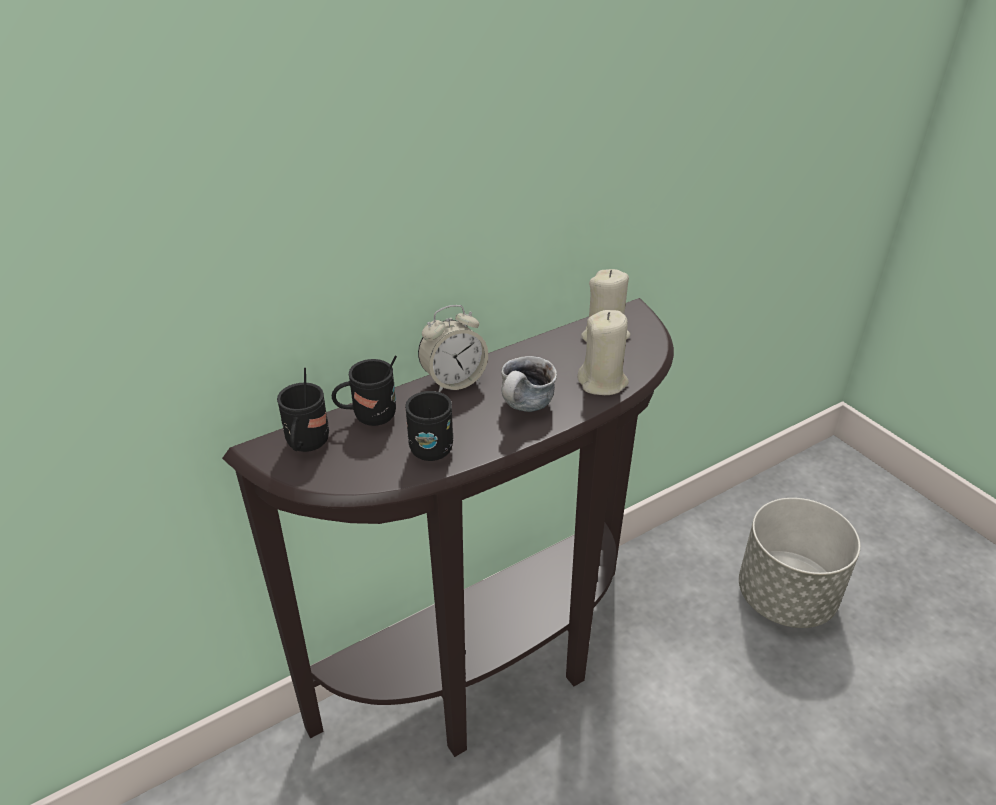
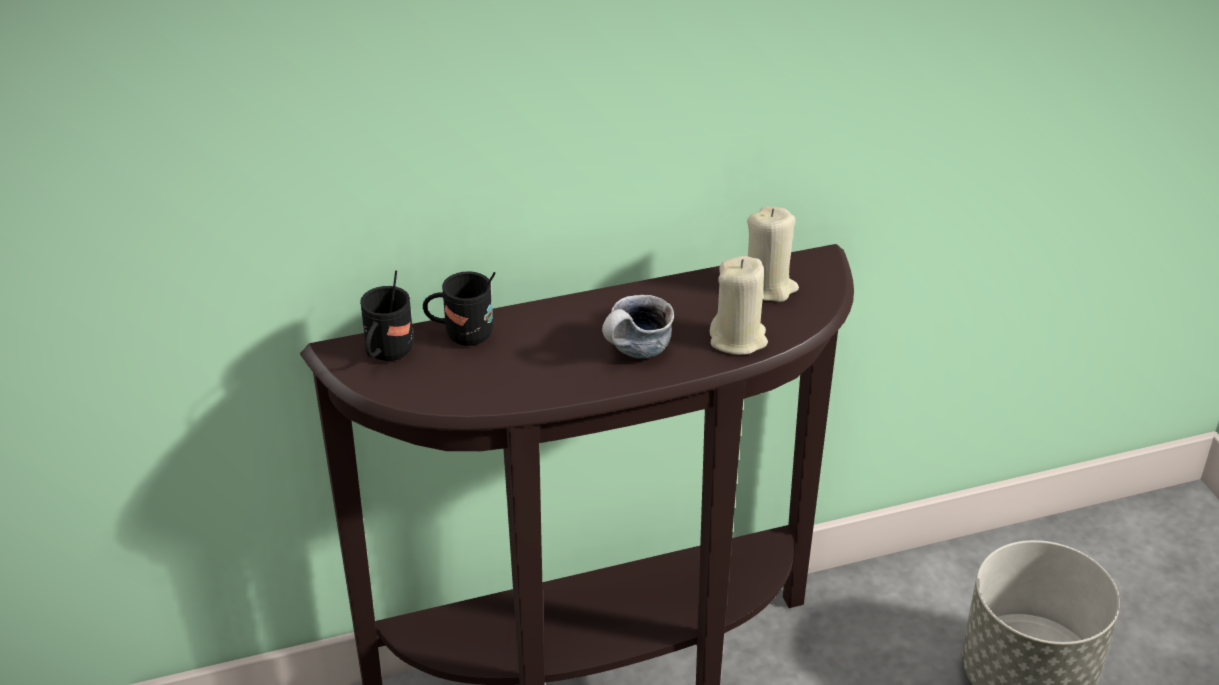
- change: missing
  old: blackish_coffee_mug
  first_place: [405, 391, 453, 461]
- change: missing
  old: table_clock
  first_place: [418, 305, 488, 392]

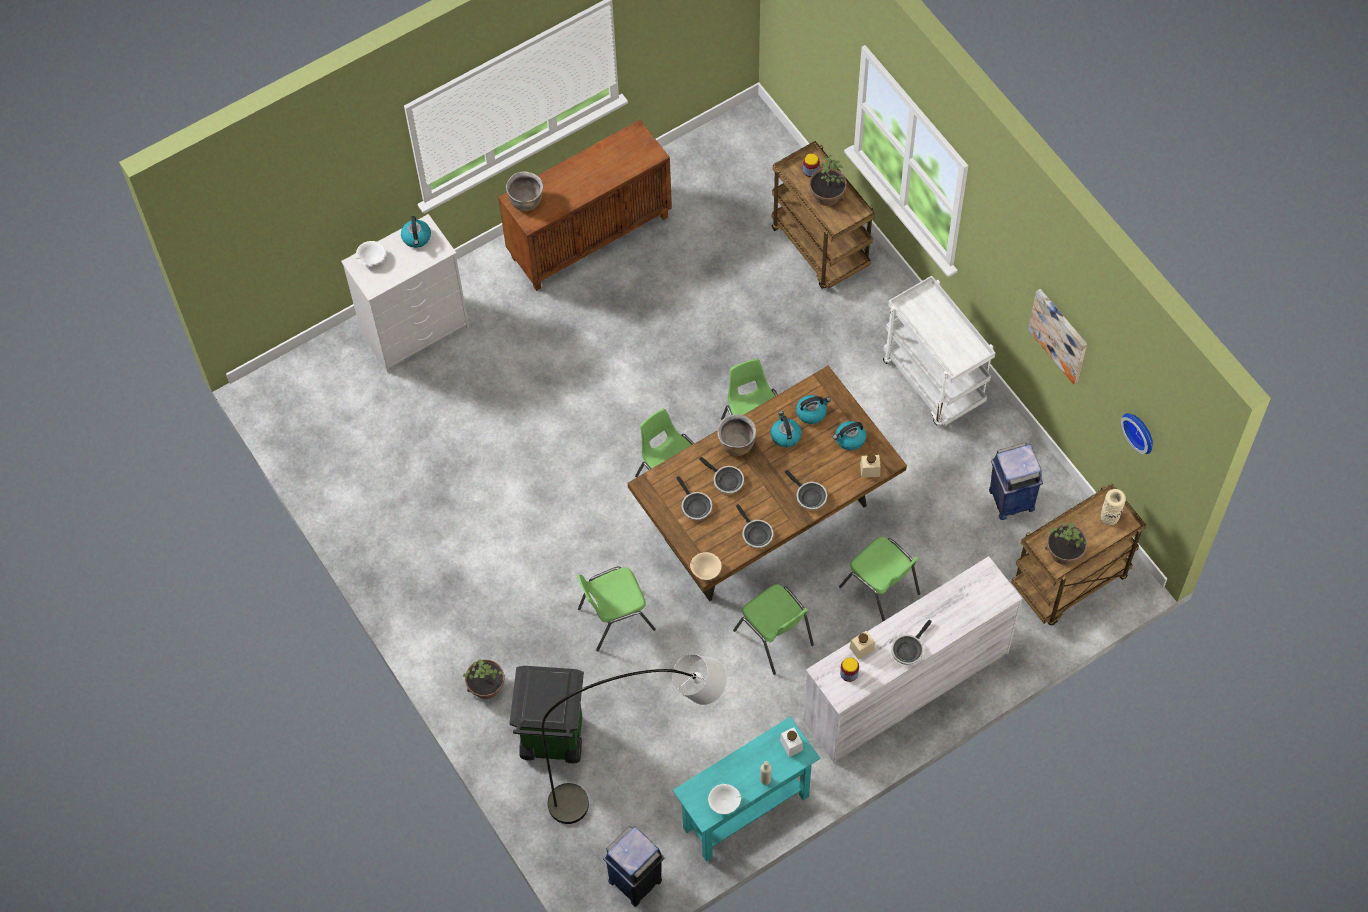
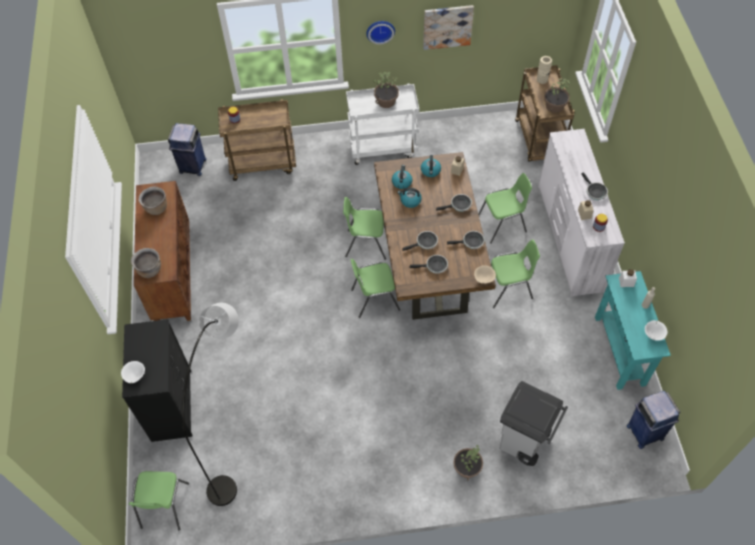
- change: colour
  old: white_dresser
  new: blackish_dresser
  first_place: [341, 214, 469, 373]
  second_place: [122, 319, 193, 442]
- change: relocated
  old: green_plain_chair
  first_place: [577, 566, 656, 652]
  second_place: [129, 471, 189, 530]
- change: relocated
  old: brown_saucepot
  first_place: [718, 414, 756, 456]
  second_place: [139, 187, 167, 215]
- change: relocated
  old: blue_rubbish_bin
  first_place: [989, 443, 1043, 520]
  second_place: [168, 123, 206, 176]
- change: relocated
  old: gray_floor_lamp
  first_place: [542, 654, 727, 824]
  second_place: [182, 303, 239, 506]
- change: relocated
  old: hanging_clock
  first_place: [1121, 413, 1153, 454]
  second_place: [367, 21, 395, 44]
- change: relocated
  old: potted_plant
  first_place: [809, 154, 847, 206]
  second_place: [374, 72, 399, 108]
- change: colour
  old: green_rubbish_bin
  new: gray_rubbish_bin
  first_place: [509, 666, 584, 764]
  second_place: [500, 381, 568, 466]
- change: missing
  old: water_kettle
  first_place: [401, 216, 431, 248]

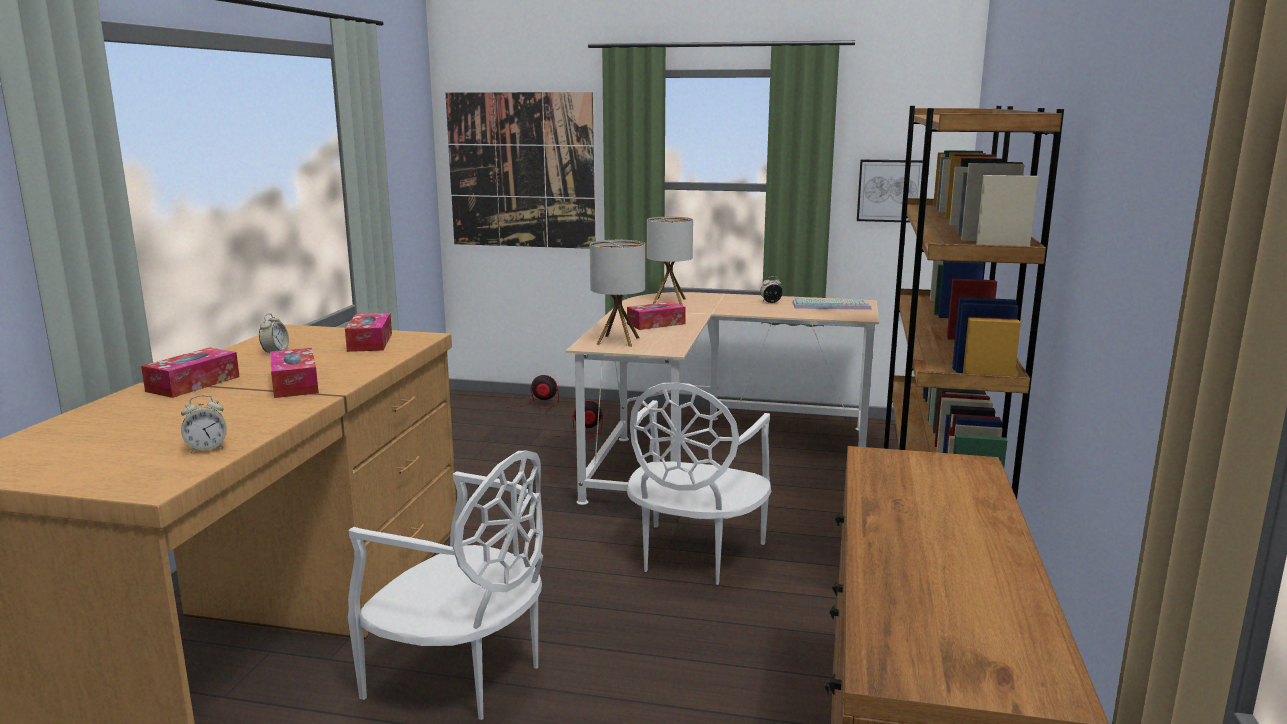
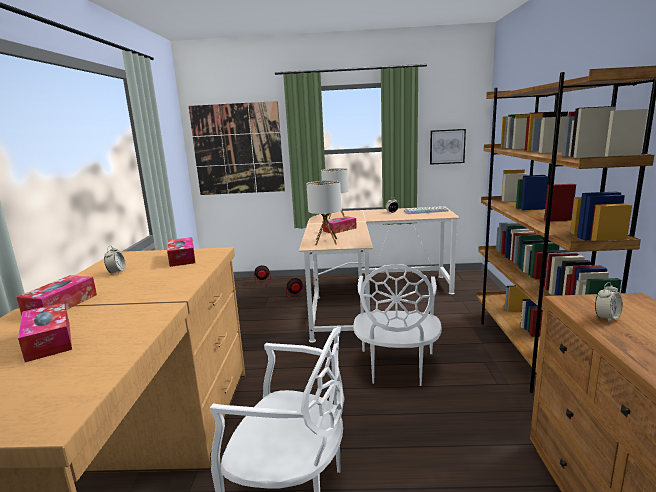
- change: relocated
  old: tissue_holder
  first_place: [270, 348, 319, 398]
  second_place: [18, 302, 72, 362]
- change: relocated
  old: table_clock
  first_place: [181, 395, 227, 453]
  second_place: [595, 282, 623, 323]

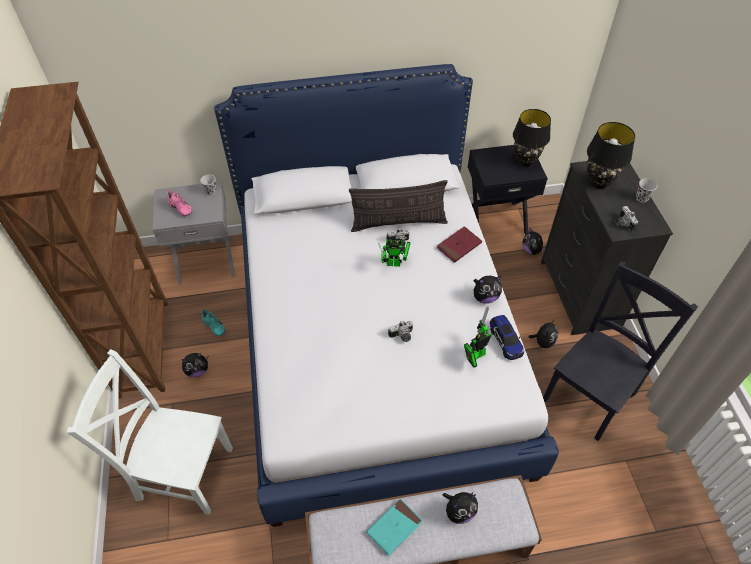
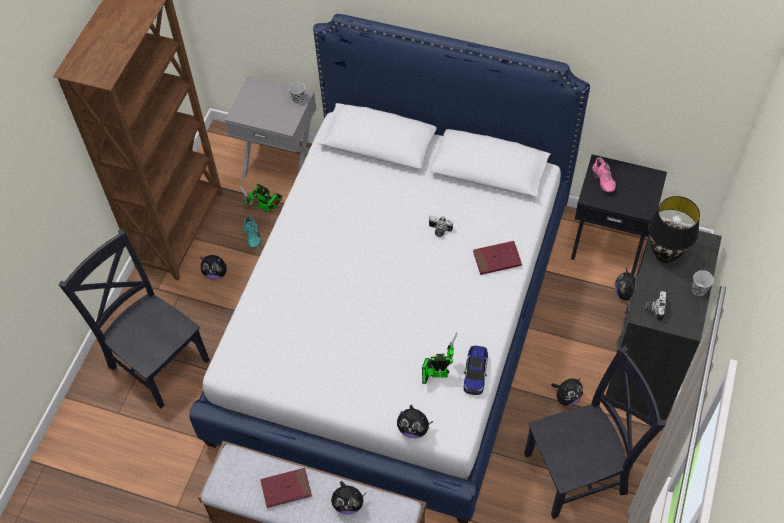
- change: colour
  old: white_plain_chair
  new: blackish_plain_chair
  first_place: [67, 349, 233, 515]
  second_place: [58, 228, 210, 409]
- change: relocated
  old: model_robot
  first_place: [378, 238, 411, 267]
  second_place: [240, 184, 283, 212]
- change: colour
  old: turquoise_book
  new: red_book
  first_place: [366, 498, 423, 556]
  second_place: [260, 468, 312, 508]
- change: relocated
  old: plush_toy
  first_place: [473, 276, 502, 304]
  second_place: [397, 405, 434, 438]
- change: relocated
  old: pink-coloured_item_of_footwear
  first_place: [167, 190, 192, 216]
  second_place: [593, 157, 616, 192]
- change: missing
  old: cushion
  first_place: [349, 180, 448, 232]
- change: missing
  old: still_camera
  first_place: [388, 321, 413, 342]
- change: missing
  old: blackish_lamp_for_a_table
  first_place: [513, 109, 551, 167]

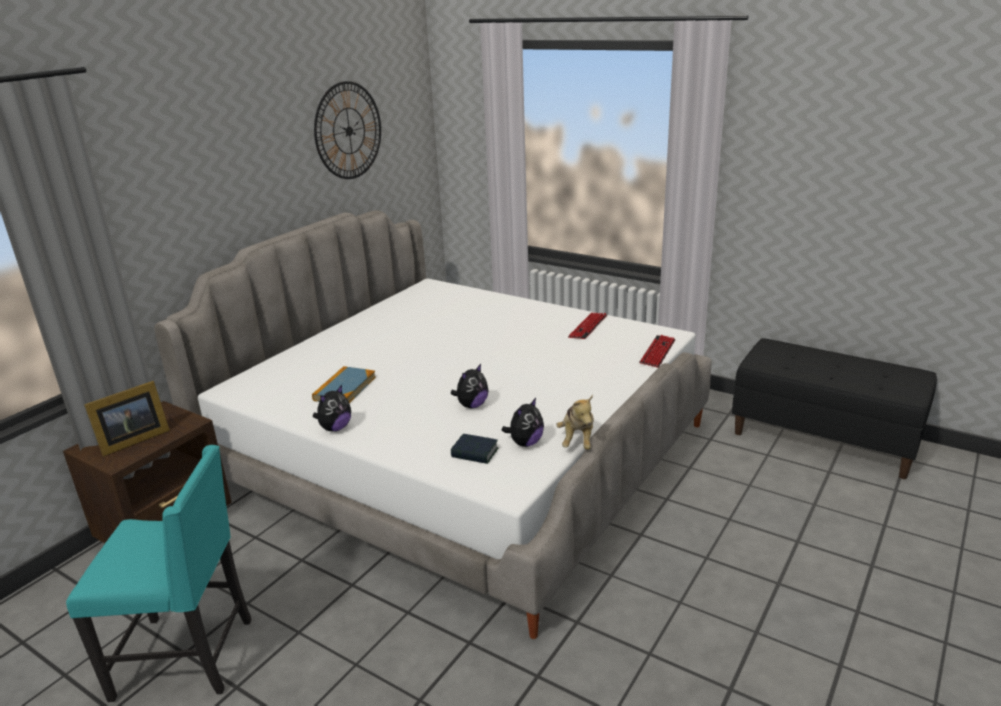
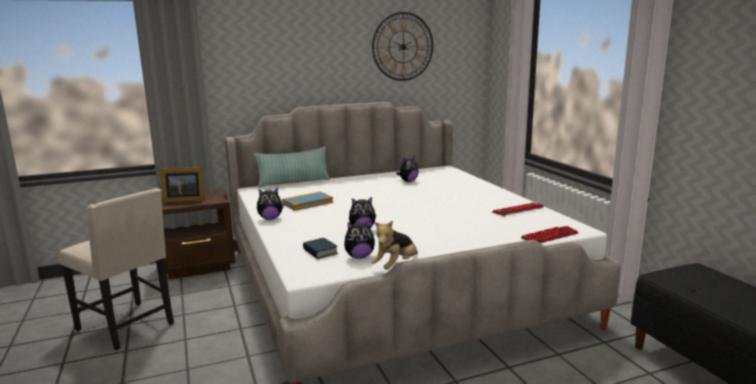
- change: colour
  old: turquoise_plain_chair
  new: beige_plain_chair
  first_place: [66, 445, 252, 702]
  second_place: [58, 188, 174, 350]
- change: appeared
  new: cushion
  second_place: [254, 146, 330, 188]
- change: appeared
  new: plush_toy
  second_place: [396, 156, 419, 182]

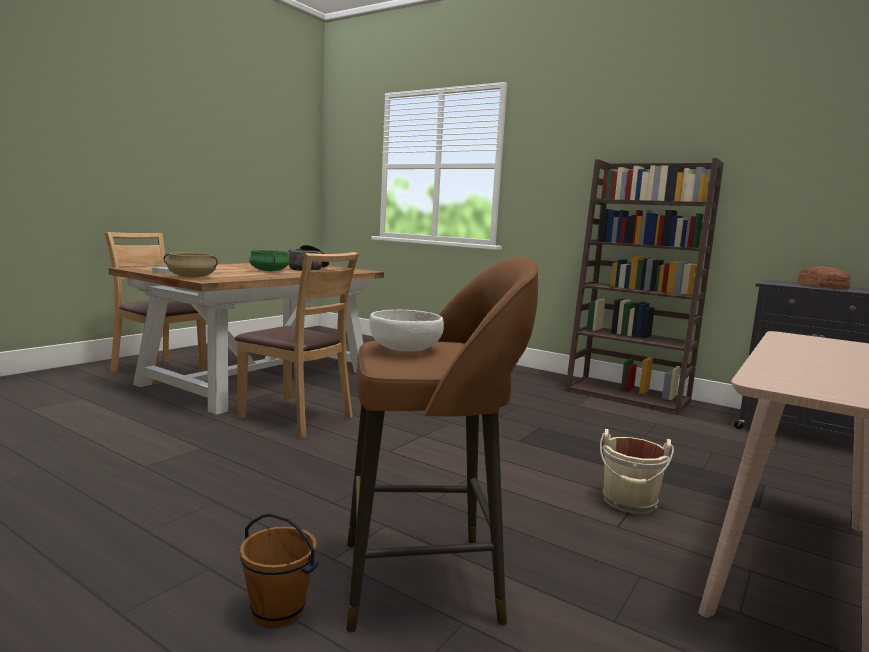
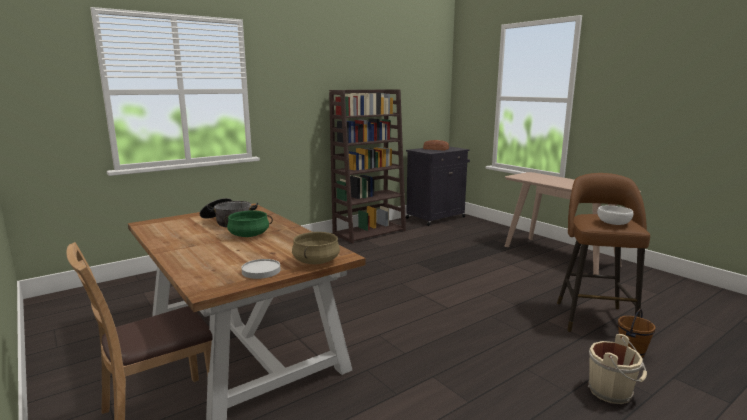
- change: relocated
  old: beige_water_bucket
  first_place: [600, 429, 674, 514]
  second_place: [588, 334, 647, 404]
- change: missing
  old: brown_plain_chair
  first_place: [235, 252, 359, 438]

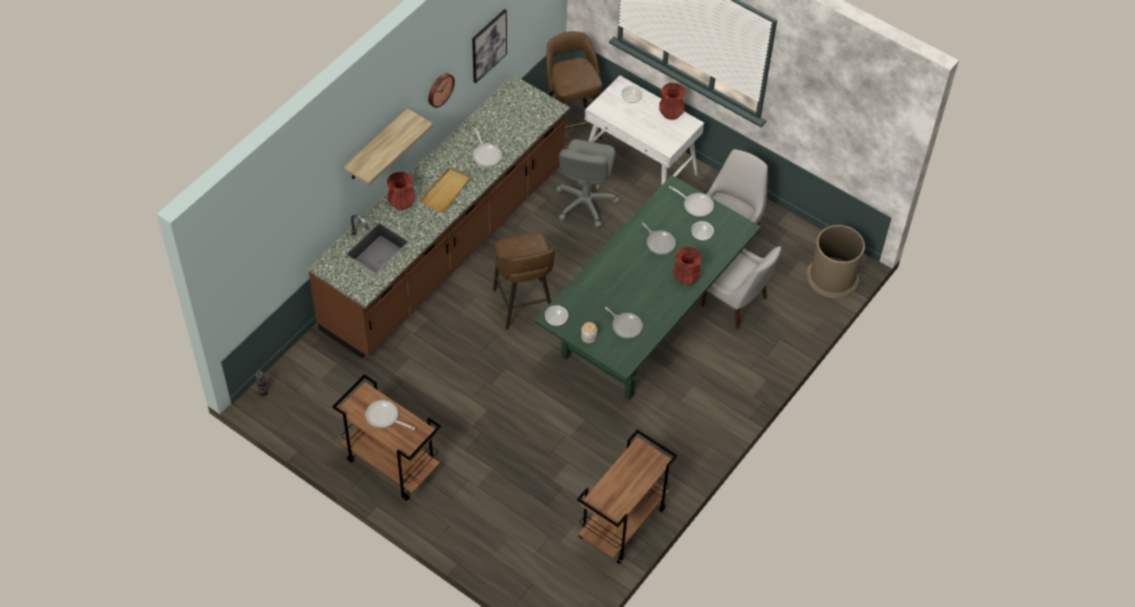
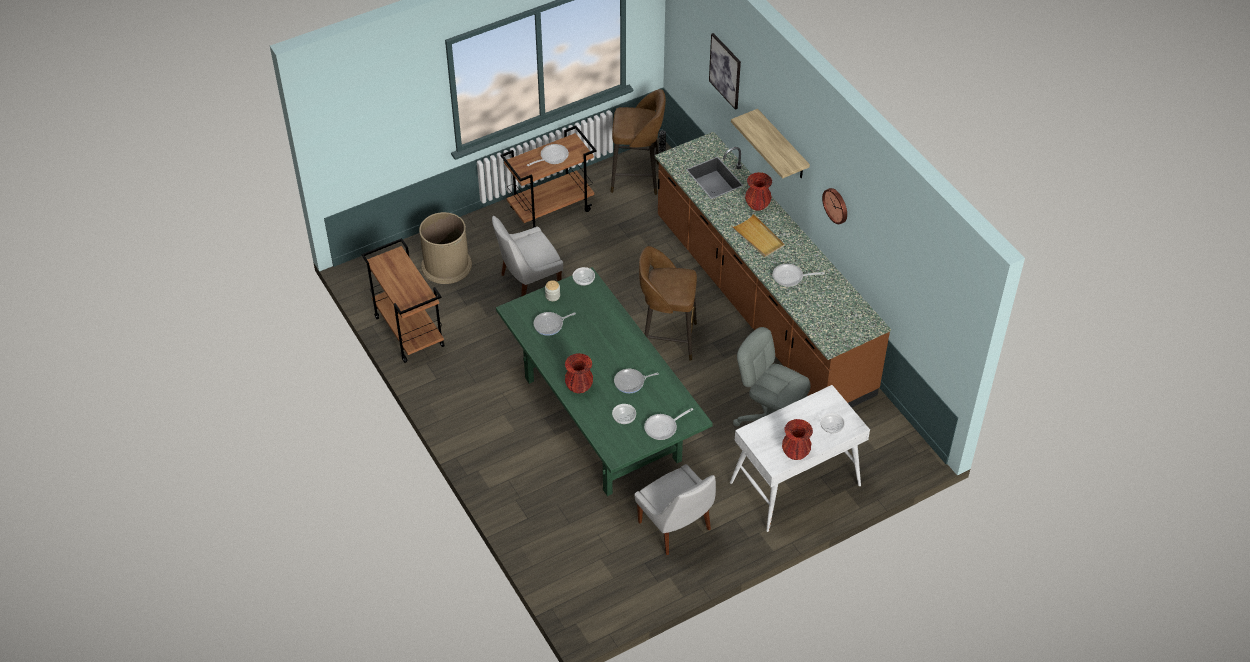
- change: relocated
  old: brown_rubbish_bin
  first_place: [806, 225, 865, 298]
  second_place: [419, 212, 472, 284]
- change: relocated
  old: white_plain_chair
  first_place: [701, 246, 781, 329]
  second_place: [492, 216, 563, 297]
- change: relocated
  old: brown_sitting_stool
  first_place: [546, 31, 602, 140]
  second_place: [611, 89, 666, 195]
- change: relocated
  old: wall_picture
  first_place: [472, 9, 507, 83]
  second_place: [709, 33, 741, 110]

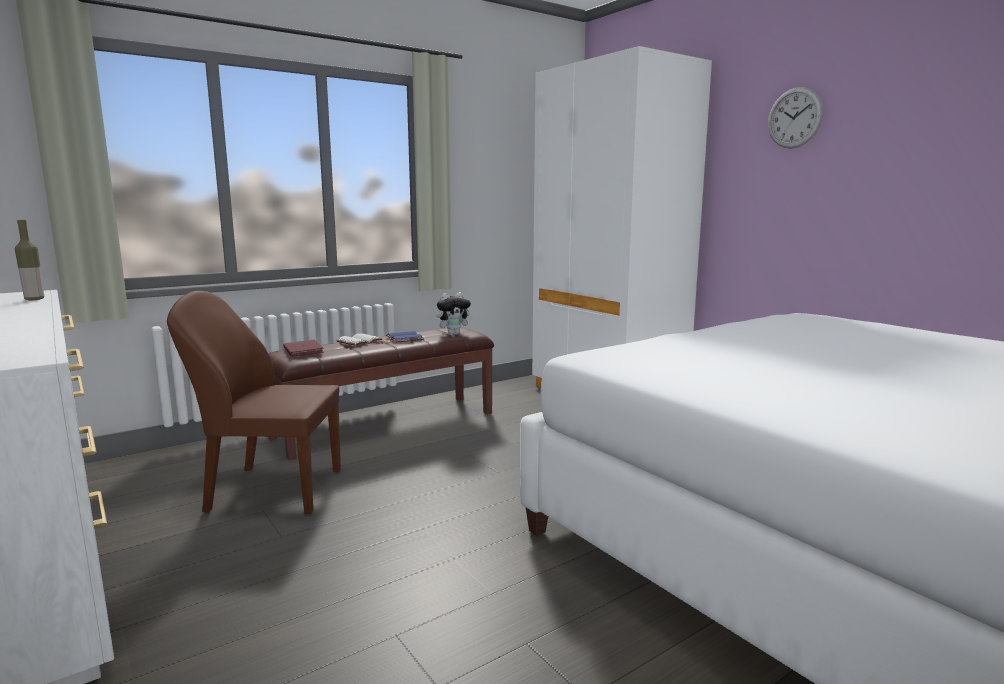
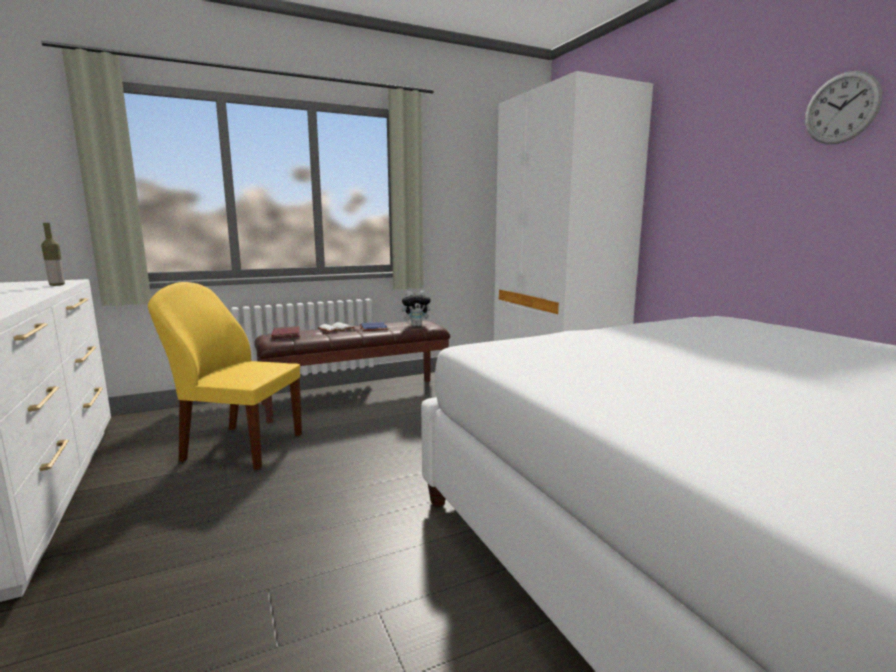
- change: colour
  old: brown_plain_chair
  new: yellowish_plain_chair
  first_place: [167, 291, 341, 514]
  second_place: [148, 282, 302, 470]
- change: relocated
  old: hanging_clock
  first_place: [768, 87, 823, 148]
  second_place: [805, 71, 882, 144]

